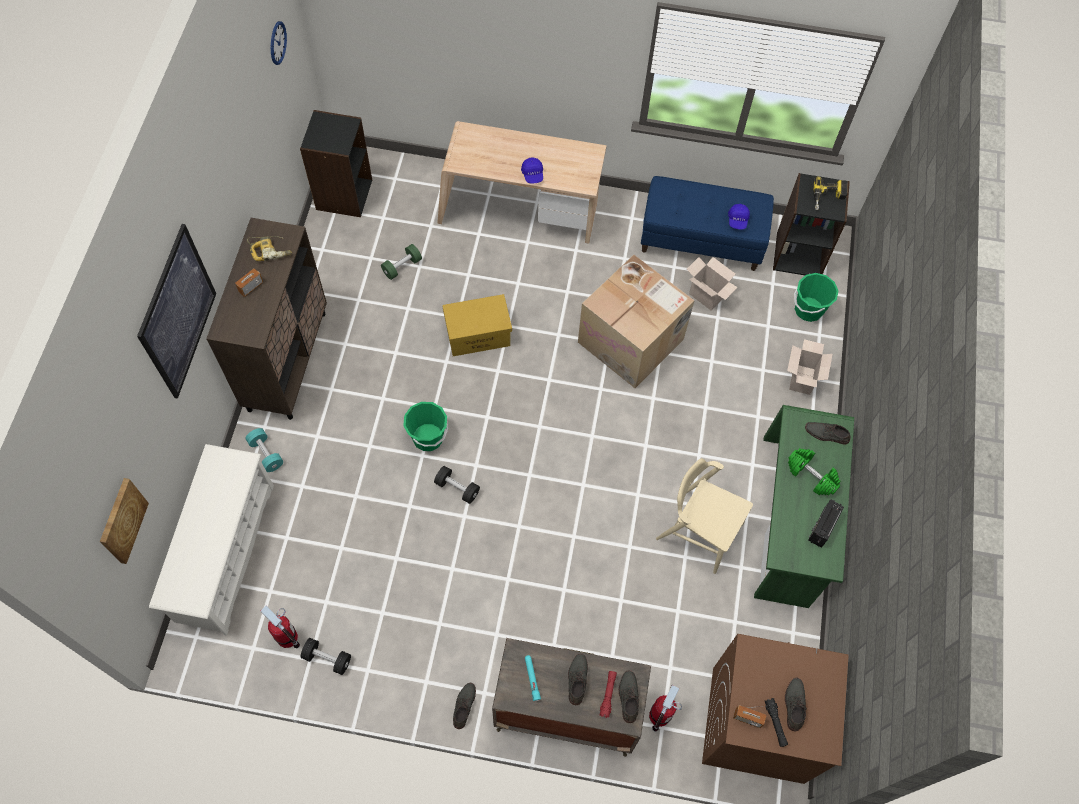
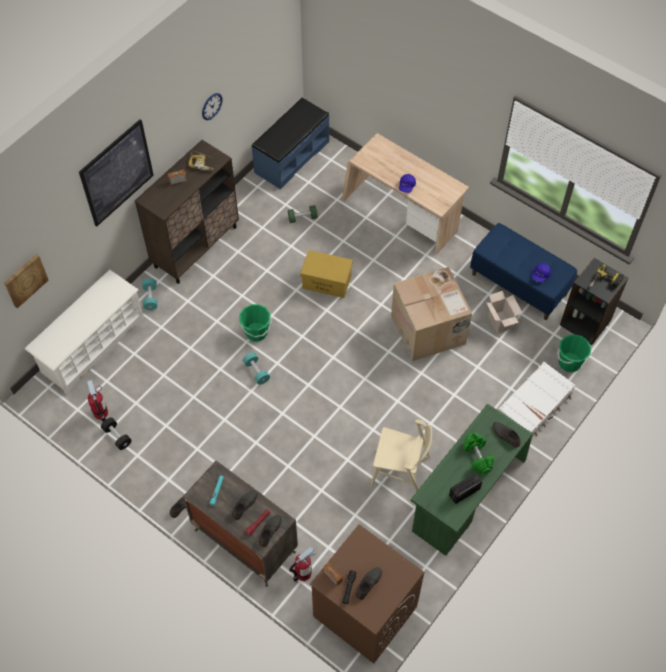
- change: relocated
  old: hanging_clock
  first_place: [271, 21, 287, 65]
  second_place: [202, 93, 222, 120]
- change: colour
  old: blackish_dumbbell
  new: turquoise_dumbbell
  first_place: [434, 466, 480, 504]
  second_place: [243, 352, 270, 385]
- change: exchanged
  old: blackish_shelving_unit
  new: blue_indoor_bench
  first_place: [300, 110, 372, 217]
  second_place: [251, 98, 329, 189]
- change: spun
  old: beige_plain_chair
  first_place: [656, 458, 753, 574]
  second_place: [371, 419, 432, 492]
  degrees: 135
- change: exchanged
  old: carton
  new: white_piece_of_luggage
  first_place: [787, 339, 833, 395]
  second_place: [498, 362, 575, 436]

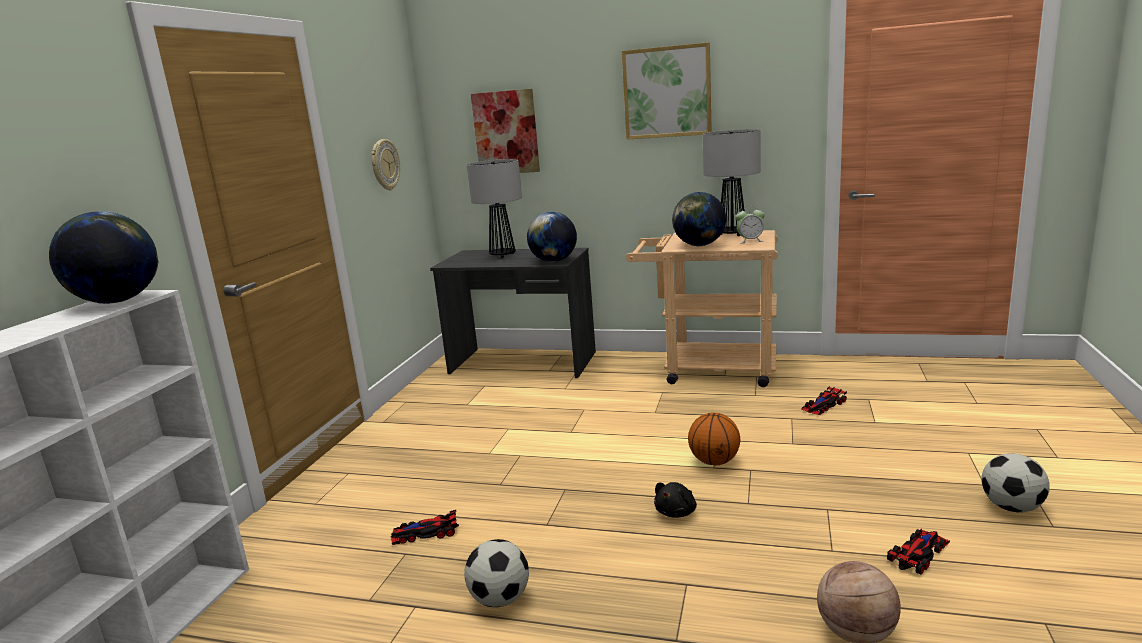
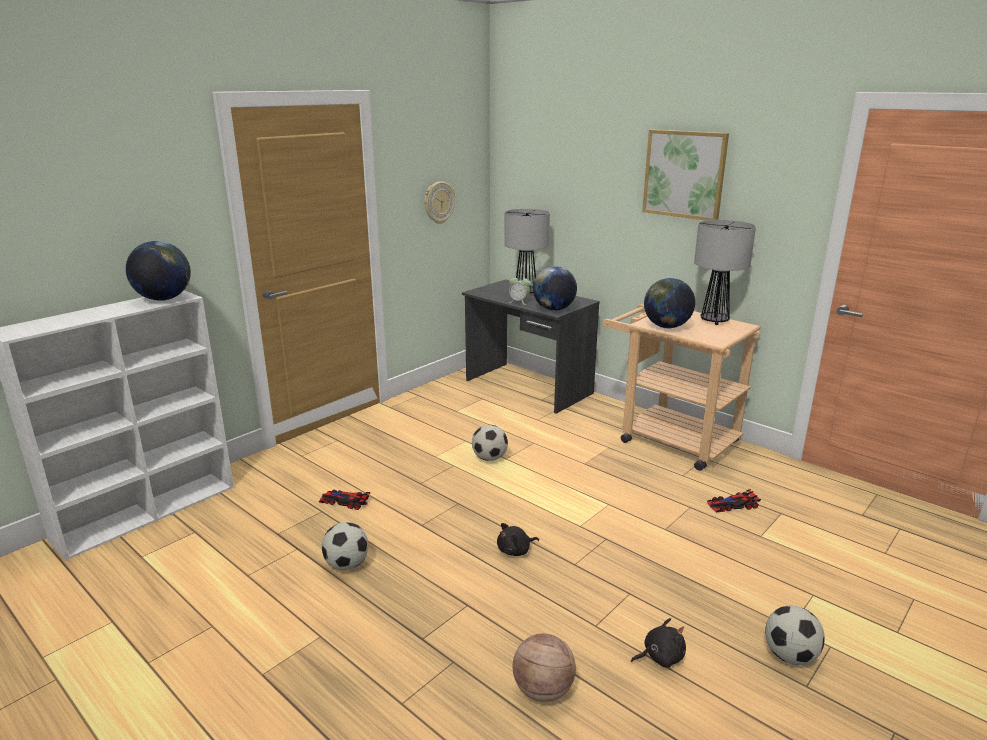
- change: appeared
  new: ball_for_football
  second_place: [472, 425, 508, 461]
- change: relocated
  old: table_clock
  first_place: [735, 209, 765, 244]
  second_place: [509, 274, 531, 305]
- change: exchanged
  old: model_car
  new: blackish_plush_toy
  first_place: [887, 529, 950, 575]
  second_place: [631, 618, 686, 668]
- change: missing
  old: wall_picture
  first_place: [471, 89, 540, 173]
- change: missing
  old: basketball_ball
  first_place: [688, 412, 740, 465]

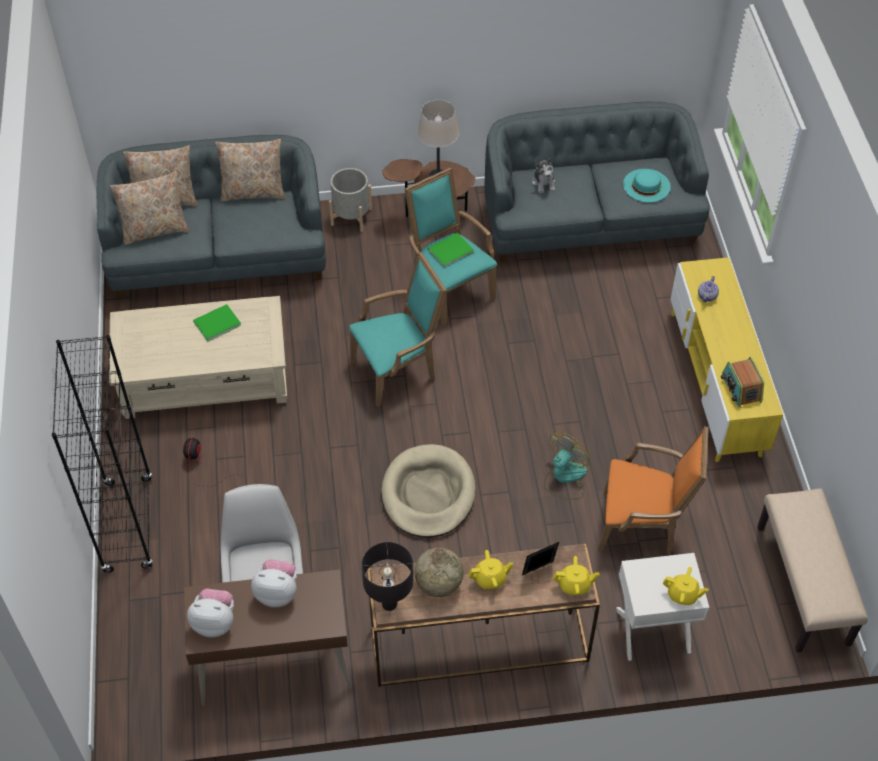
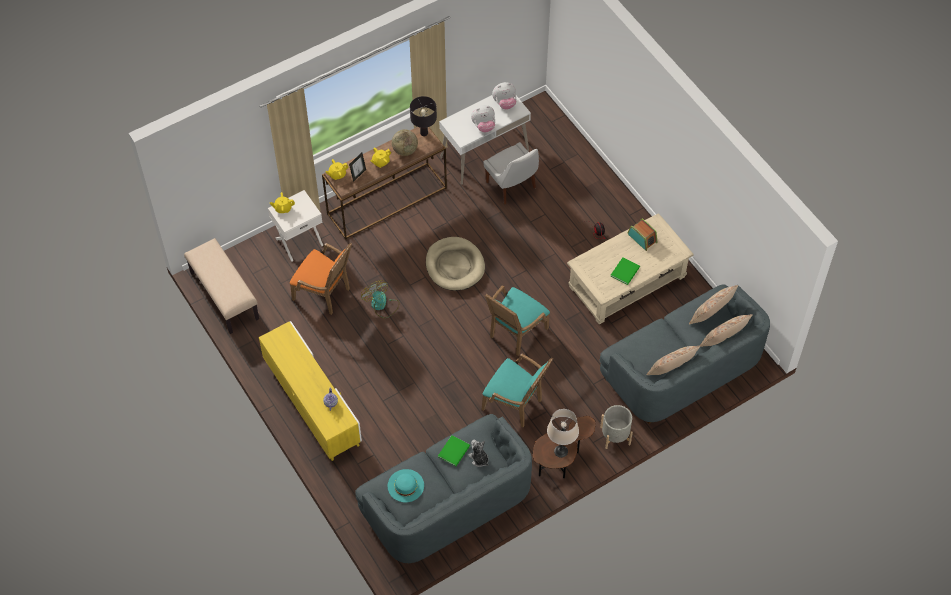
- change: spun
  old: orangey_lounge_chair
  first_place: [598, 426, 709, 555]
  second_place: [290, 243, 352, 315]
  degrees: -135
- change: spun
  old: electric_fan
  first_place: [544, 432, 590, 500]
  second_place: [361, 280, 399, 318]
  degrees: 135
- change: relocated
  old: green_book
  first_place: [428, 233, 474, 267]
  second_place: [438, 435, 470, 466]
- change: colour
  old: brown_desk_unit
  new: white_desk_unit
  first_place: [184, 569, 352, 706]
  second_place: [439, 95, 531, 185]
- change: relocated
  old: radio
  first_place: [721, 357, 764, 408]
  second_place: [628, 218, 658, 251]
- change: missing
  old: blackish_shelving_unit
  first_place: [52, 335, 153, 573]

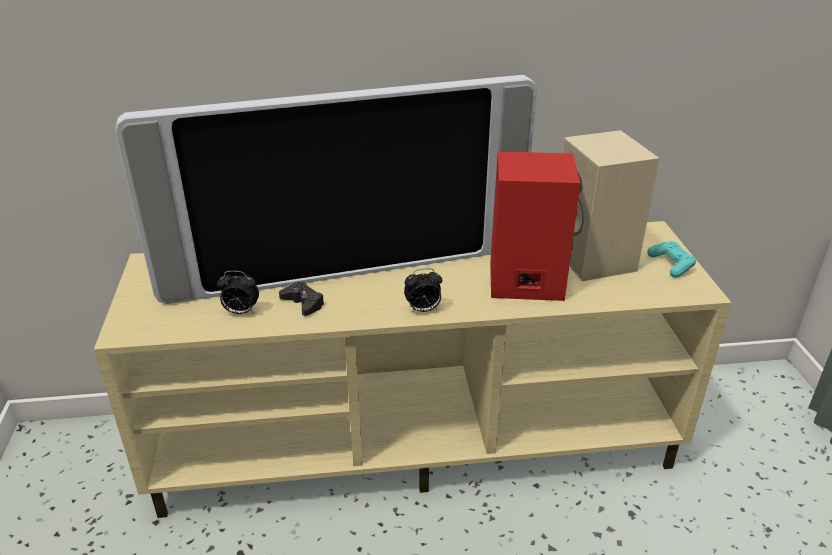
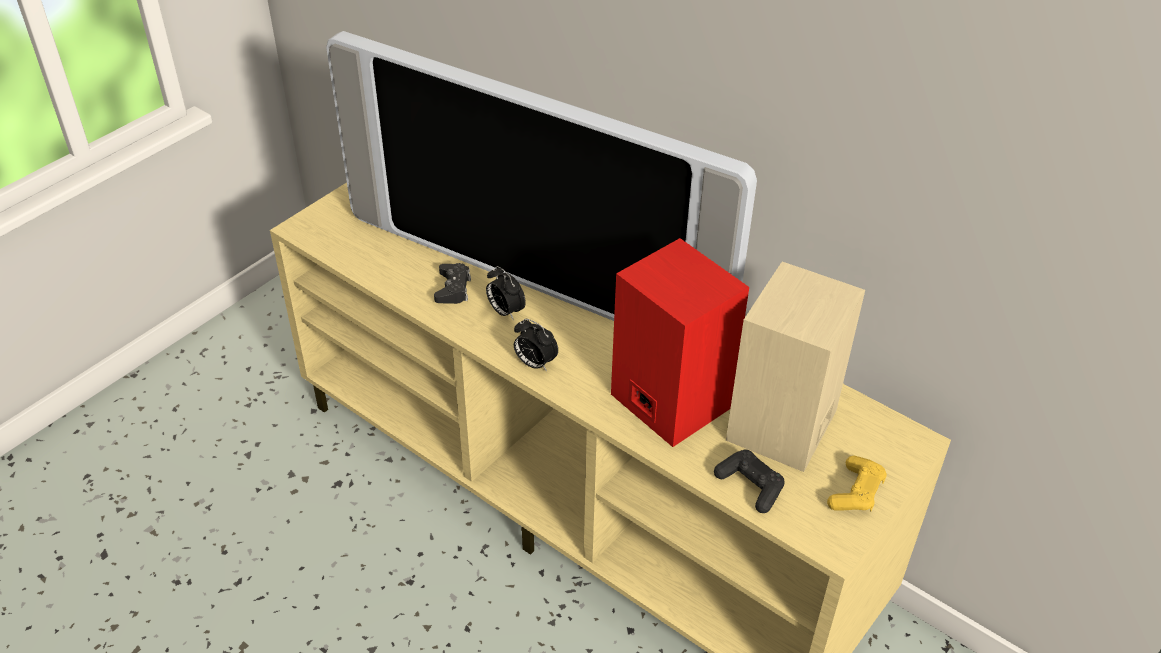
- change: relocated
  old: table_clock
  first_place: [217, 271, 259, 314]
  second_place: [486, 266, 526, 320]
- change: appeared
  new: blackish_gamepad
  second_place: [714, 450, 785, 513]
- change: colour
  old: turquoise_gamepad
  new: yellowish_gamepad
  first_place: [647, 241, 696, 278]
  second_place: [827, 456, 887, 511]

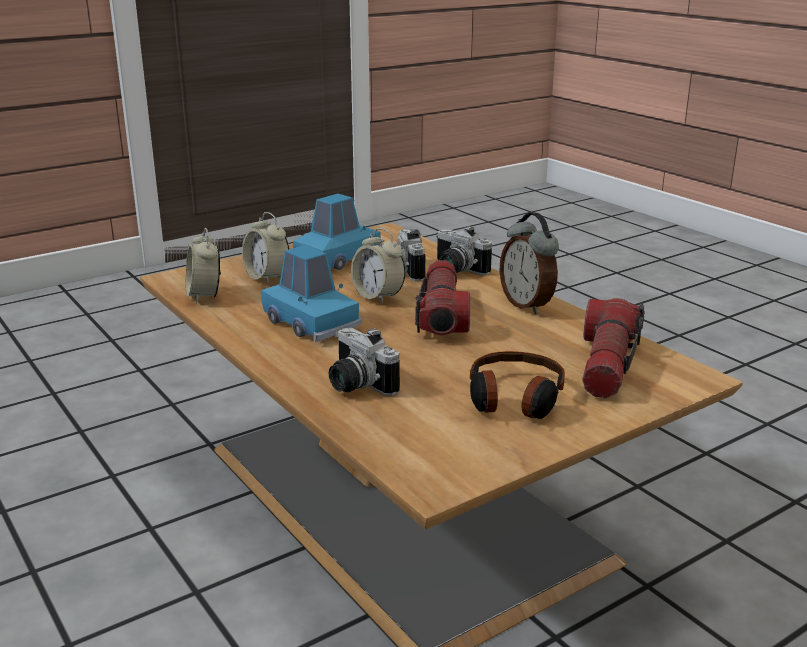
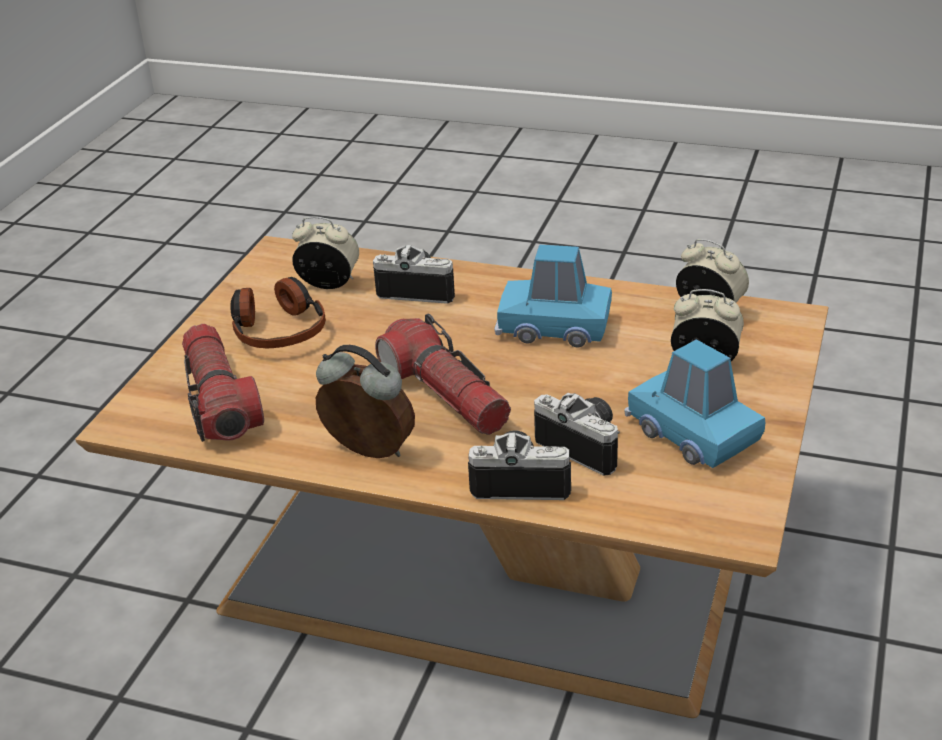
- change: relocated
  old: table_clock
  first_place: [351, 228, 405, 304]
  second_place: [292, 216, 359, 289]
- change: spun
  old: blue_model_car
  first_place: [293, 194, 383, 270]
  second_place: [624, 339, 765, 468]
  degrees: 135

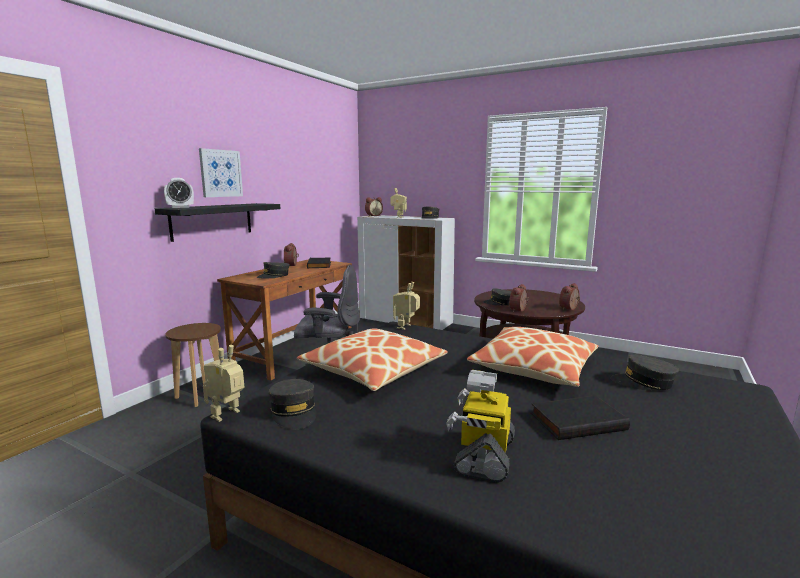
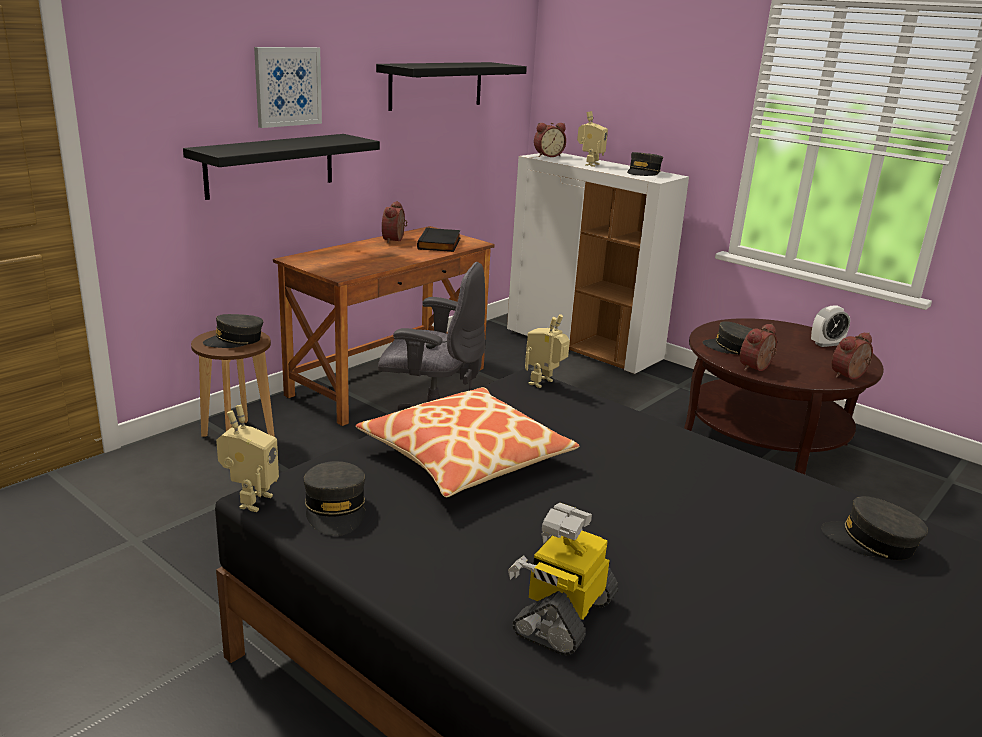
- change: relocated
  old: gray_peaked_cap
  first_place: [257, 262, 290, 278]
  second_place: [203, 314, 263, 348]
- change: spun
  old: model_robot
  first_place: [203, 345, 244, 422]
  second_place: [216, 405, 279, 512]
  degrees: 150
- change: appeared
  new: blackish_wall_shelf
  second_place: [376, 62, 527, 111]
- change: relocated
  old: table_clock
  first_place: [164, 178, 194, 208]
  second_place: [811, 305, 850, 347]
- change: missing
  old: cushion
  first_place: [467, 327, 598, 387]
- change: missing
  old: blackish_book
  first_place: [531, 395, 630, 440]

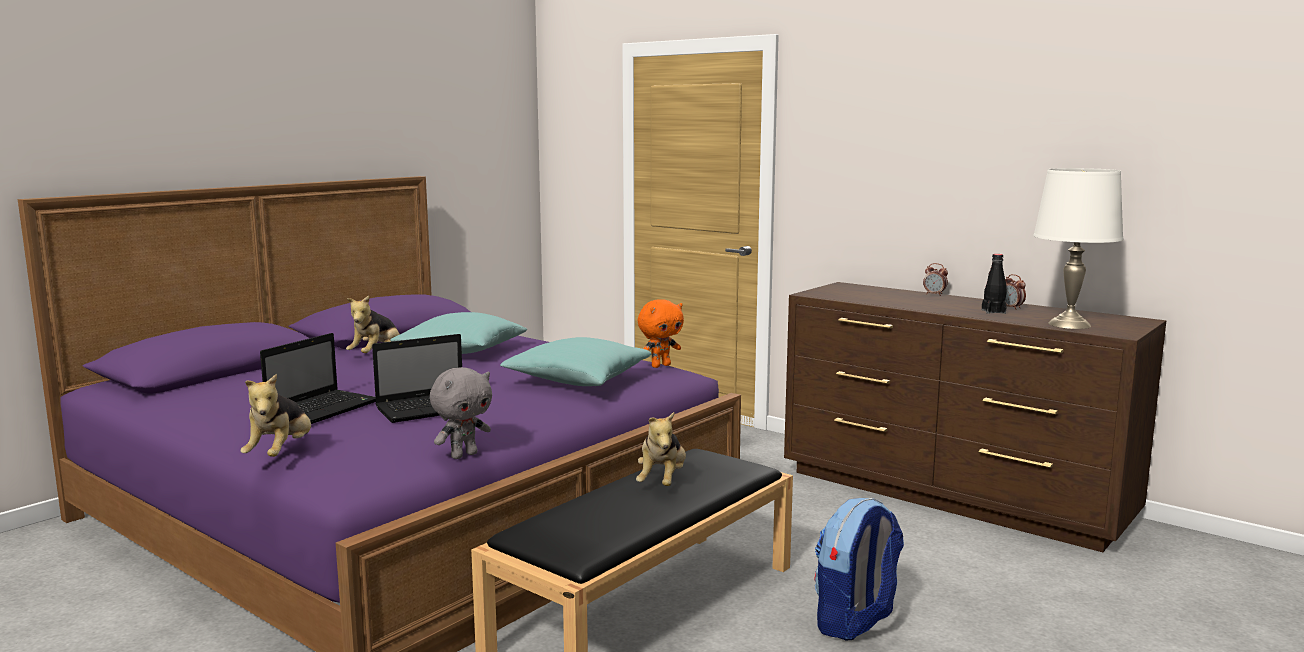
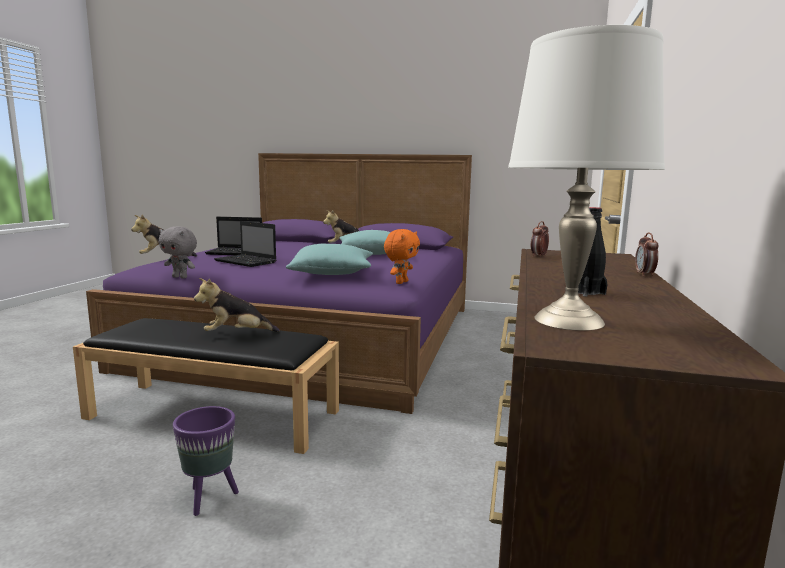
- change: exchanged
  old: rucksack
  new: purplish_flower_pot
  first_place: [815, 498, 904, 640]
  second_place: [173, 406, 239, 516]
- change: spun
  old: orangey_plush_toy
  first_place: [638, 299, 684, 368]
  second_place: [384, 229, 420, 284]
  degrees: -90
- change: relocated
  old: table_clock
  first_place: [1005, 274, 1026, 310]
  second_place: [531, 221, 549, 257]

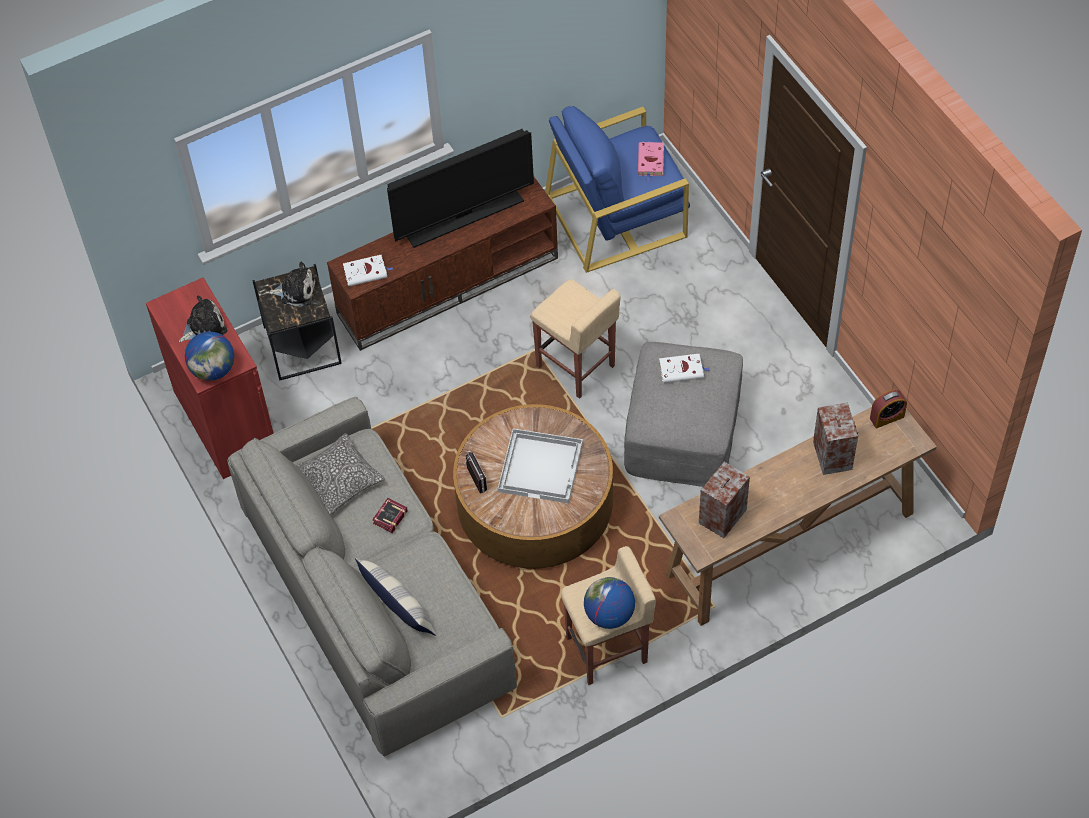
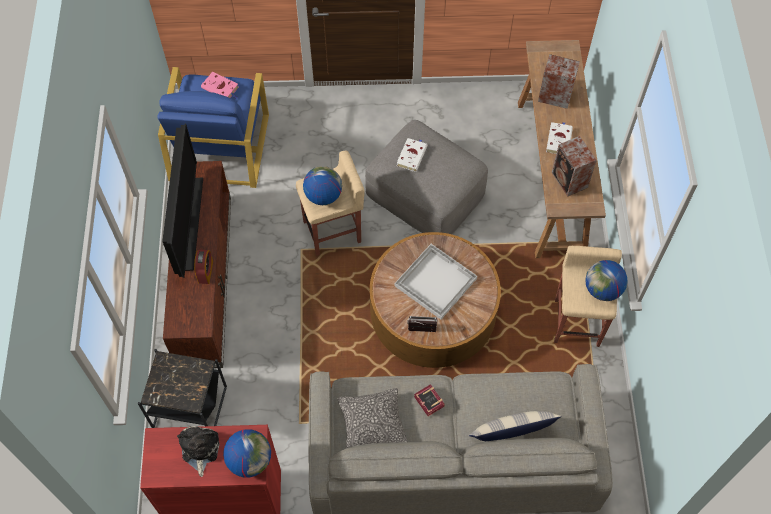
- change: relocated
  old: table_clock
  first_place: [870, 390, 907, 428]
  second_place: [194, 250, 213, 284]
- change: appeared
  new: desk_globe
  second_place: [303, 166, 342, 205]
- change: relocated
  old: white_book
  first_place: [343, 255, 394, 286]
  second_place: [546, 122, 573, 154]
- change: missing
  old: plush_toy
  first_place: [268, 262, 316, 307]

